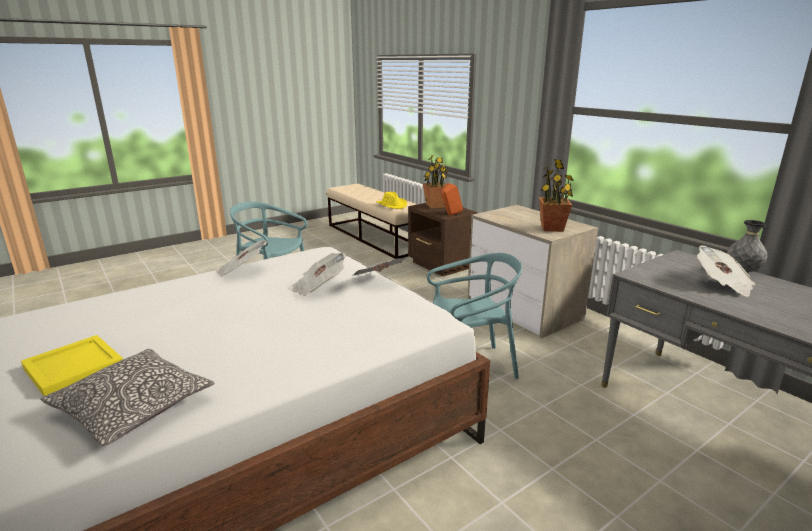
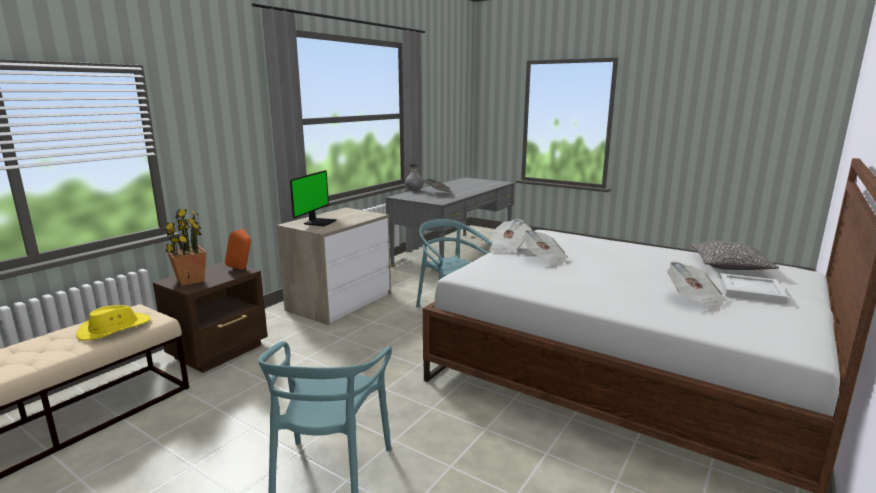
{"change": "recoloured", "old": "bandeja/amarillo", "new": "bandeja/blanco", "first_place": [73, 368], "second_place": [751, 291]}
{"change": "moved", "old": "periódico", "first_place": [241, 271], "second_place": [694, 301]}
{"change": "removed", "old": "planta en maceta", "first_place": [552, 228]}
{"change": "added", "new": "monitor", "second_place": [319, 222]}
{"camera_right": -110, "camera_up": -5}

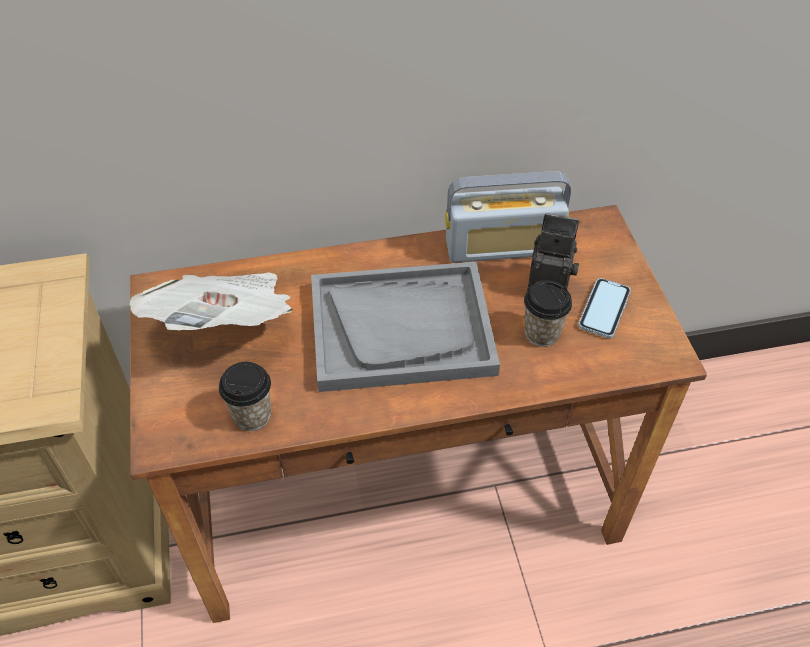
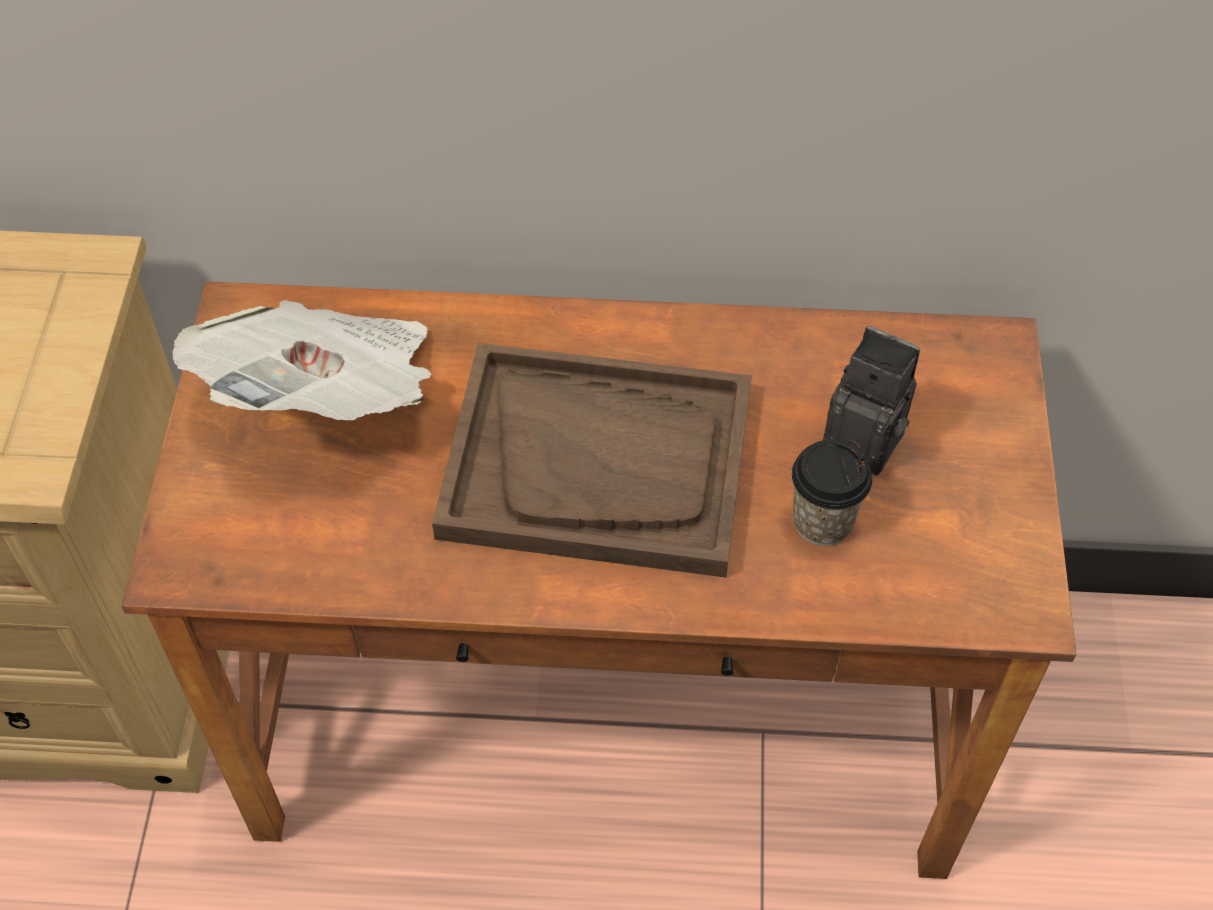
{"change": "removed", "old": "taza", "first_place": [252, 415]}
{"change": "recoloured", "old": "bandeja/gris", "new": "bandeja/marrón", "first_place": [402, 328], "second_place": [598, 463]}
{"change": "removed", "old": "radio", "first_place": [502, 247]}
{"change": "removed", "old": "móvil", "first_place": [604, 309]}
{"camera_right": 15, "camera_up": 5}

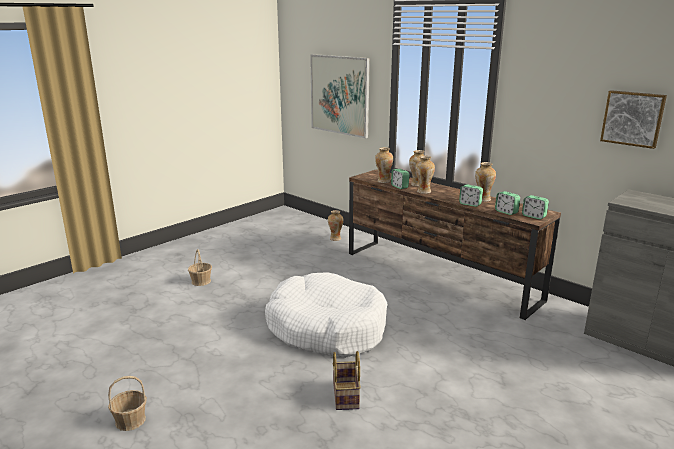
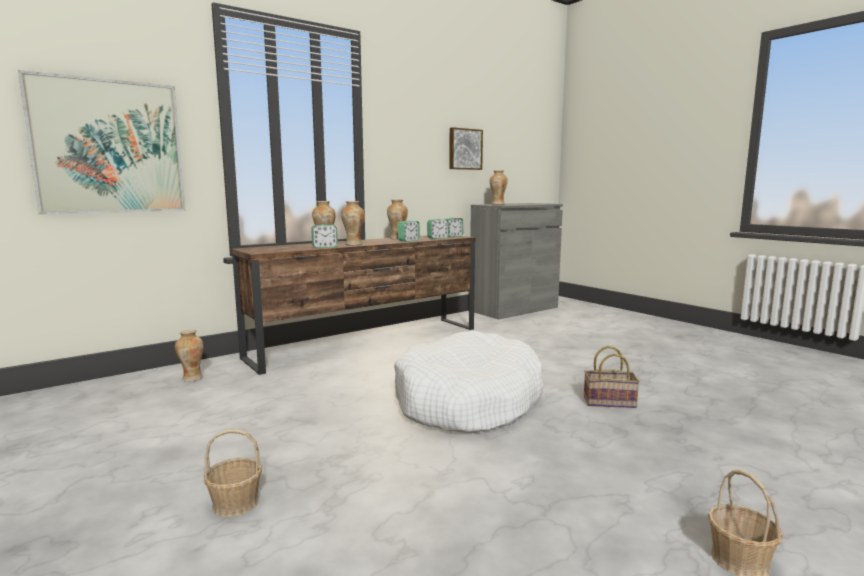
{"change": "moved", "old": "florero", "first_place": [383, 181], "second_place": [497, 204]}
{"camera_right": -80, "camera_up": -10}

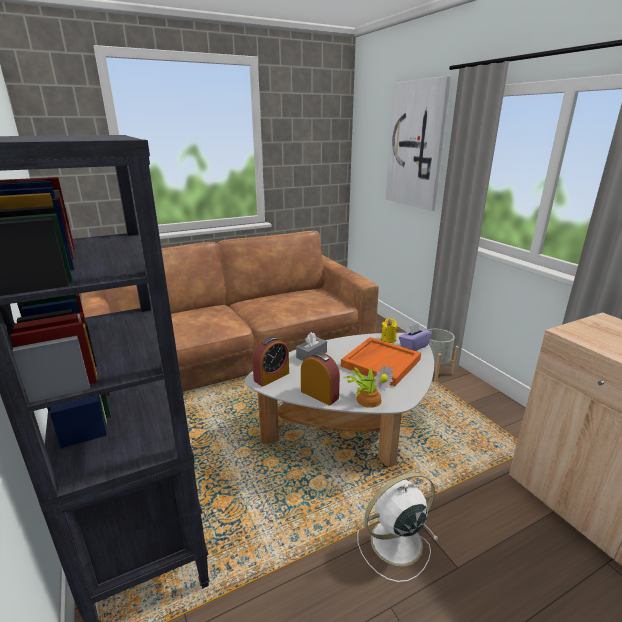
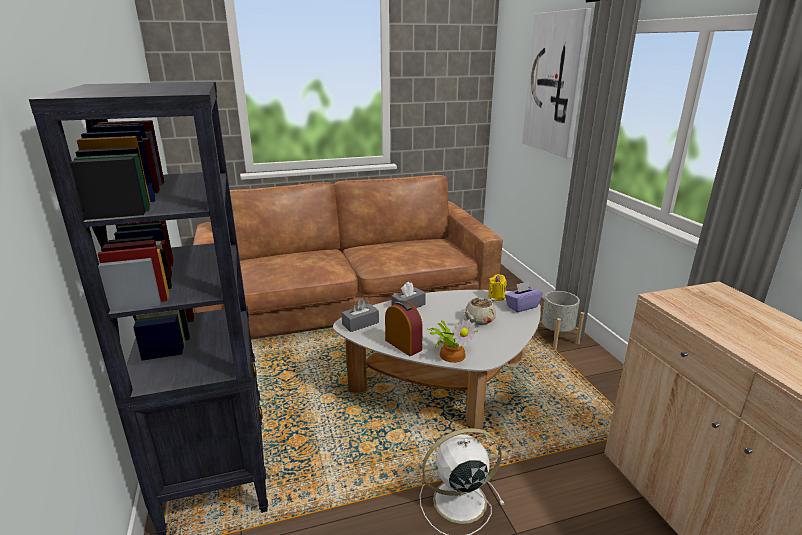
{"change": "replaced", "old": "despertador", "new": "caja de pañuelos/gris", "first_place": [271, 376], "second_place": [360, 323]}
{"change": "replaced", "old": "bandeja/naranja", "new": "tetera/beis", "first_place": [380, 362], "second_place": [479, 320]}
{"camera_right": 10, "camera_up": 0}

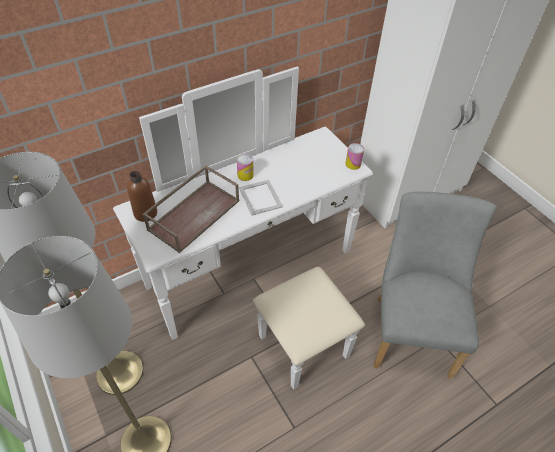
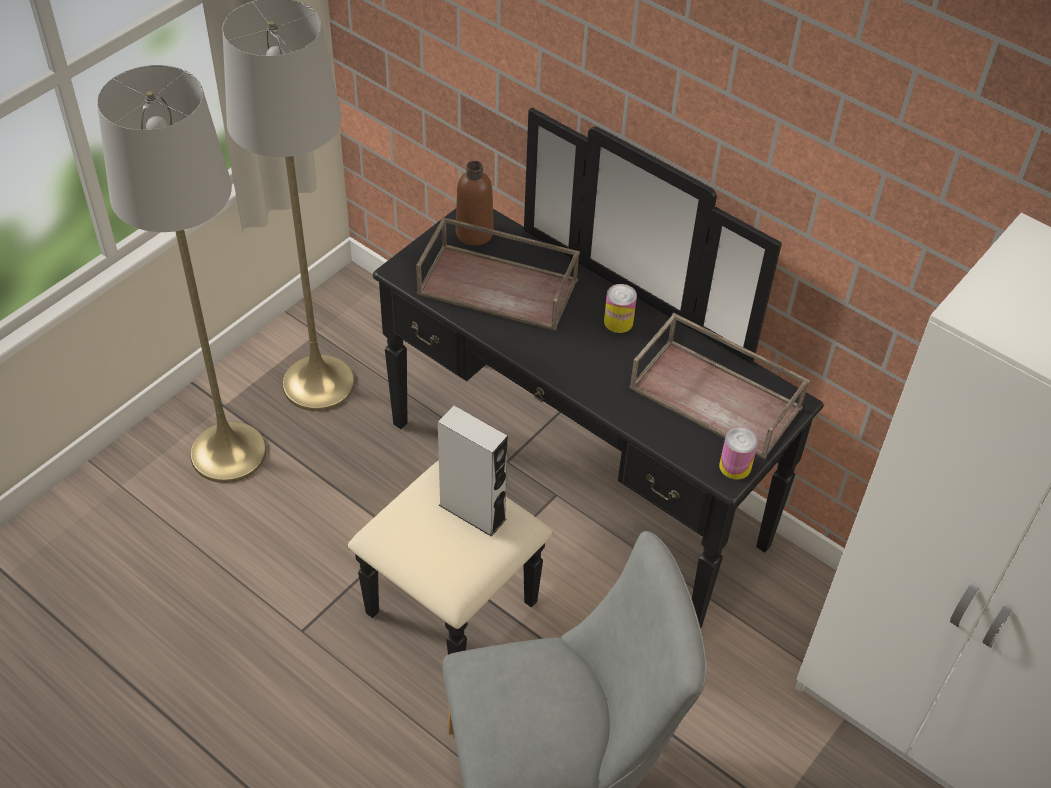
{"change": "recoloured", "old": "cómoda/blanco", "new": "cómoda/negro", "first_place": [262, 284], "second_place": [550, 511]}
{"change": "removed", "old": "portarretratos", "first_place": [260, 197]}
{"change": "added", "new": "altavoz/gris", "second_place": [472, 512]}
{"change": "added", "new": "bandeja/marrón", "second_place": [717, 398]}
{"camera_right": 70, "camera_up": 0}

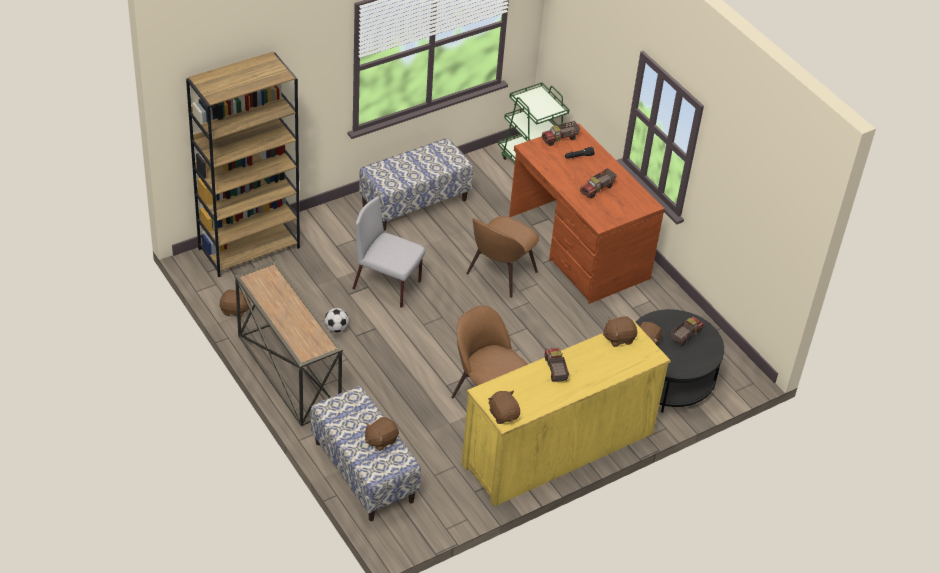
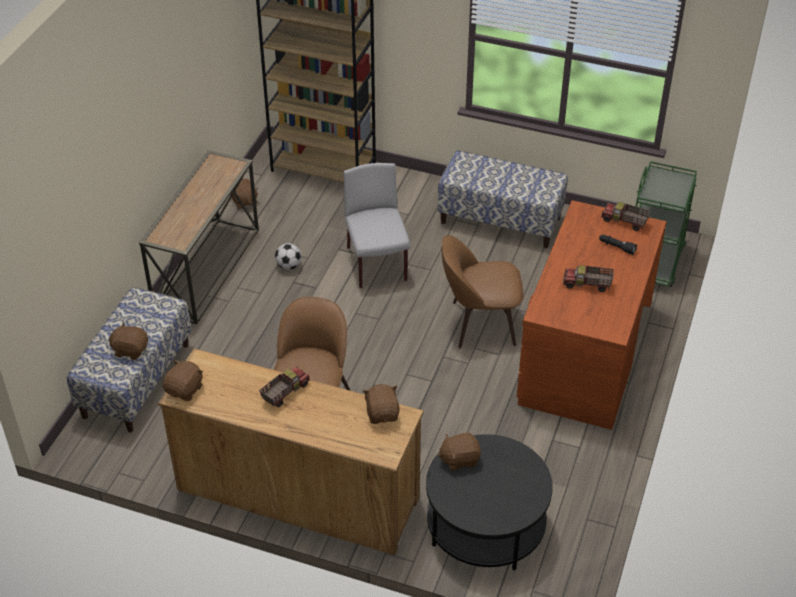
{"change": "recoloured", "old": "cómoda/amarillo", "new": "cómoda/marrón", "first_place": [558, 448], "second_place": [297, 493]}
{"change": "turned", "old": "peluche/marrón", "first_place": [618, 338], "second_place": [382, 413], "degrees": 45}
{"change": "removed", "old": "camión de juguete", "first_place": [685, 335]}
{"camera_right": 55, "camera_up": 0}

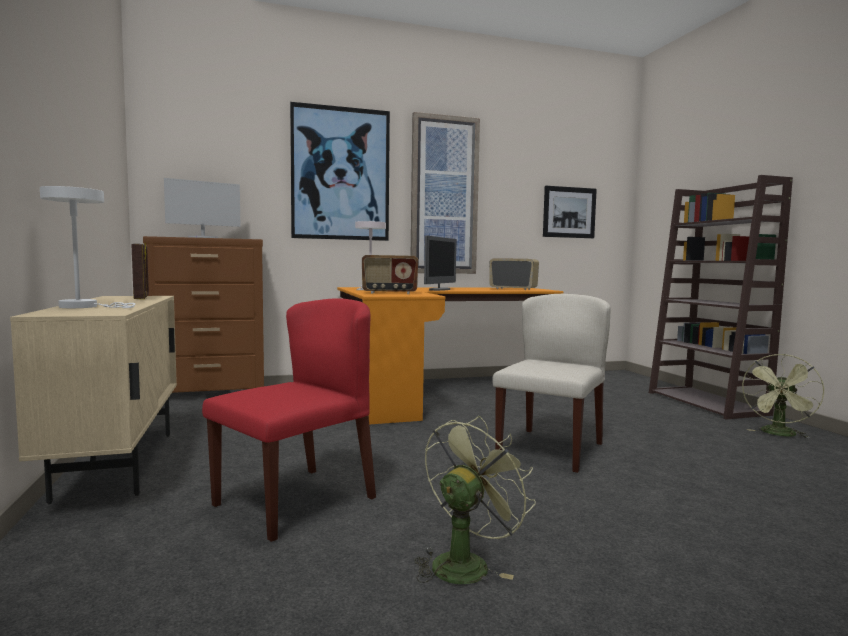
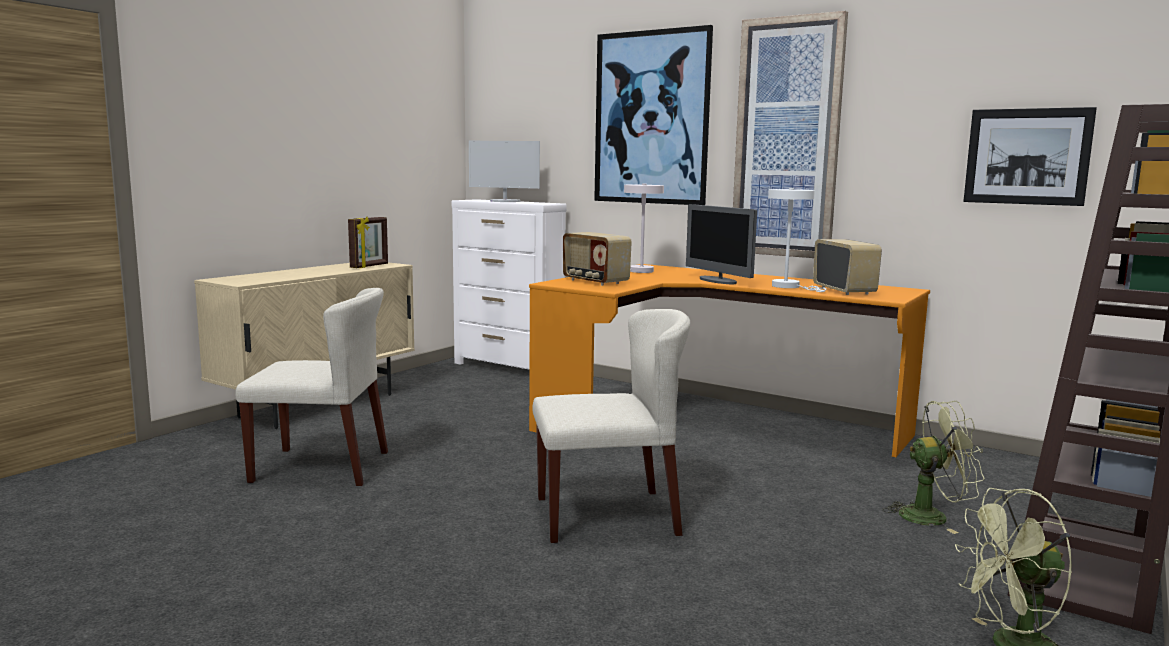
{"change": "moved", "old": "lámpara de mesa/blanco", "first_place": [85, 307], "second_place": [790, 287]}
{"change": "recoloured", "old": "cómoda/marrón", "new": "cómoda/blanco", "first_place": [211, 394], "second_place": [508, 368]}
{"change": "recoloured", "old": "silla/rojo", "new": "silla/beis", "first_place": [296, 500], "second_place": [322, 466]}
{"change": "moved", "old": "ventilador/verde", "first_place": [465, 562], "second_place": [932, 516]}
{"change": "turned", "old": "monitor", "first_place": [440, 289], "second_place": [718, 281], "degrees": 75}
{"camera_right": 50, "camera_up": 5}

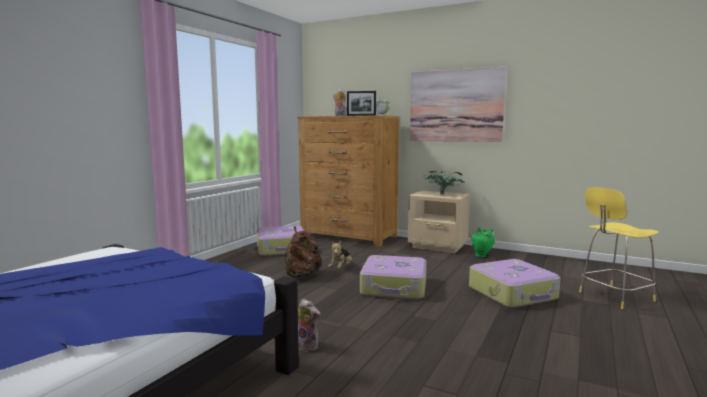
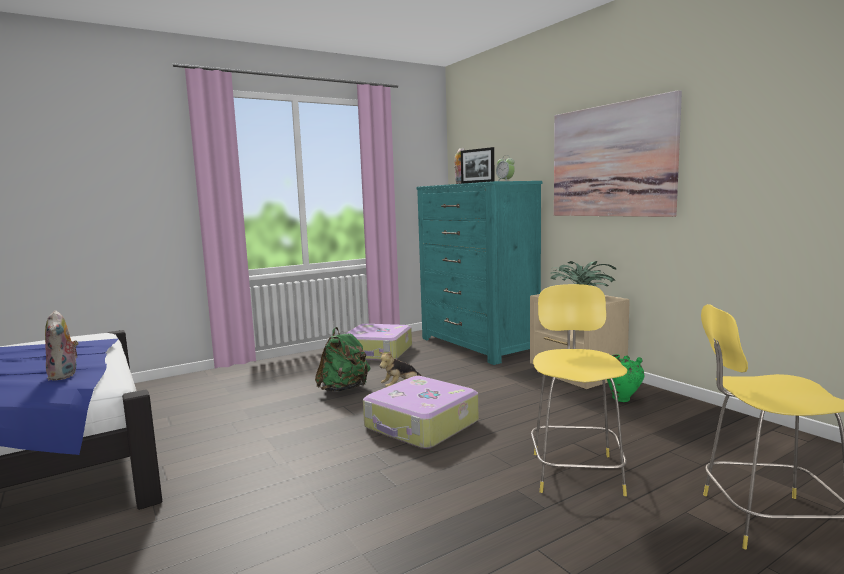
{"change": "recoloured", "old": "mochila/marrón", "new": "mochila/verde", "first_place": [302, 275], "second_place": [344, 389]}
{"change": "recoloured", "old": "cómoda/marrón", "new": "cómoda/turquesa", "first_place": [348, 236], "second_place": [477, 345]}
{"change": "moved", "old": "peluche", "first_place": [309, 346], "second_place": [65, 375]}
{"change": "replaced", "old": "maleta", "new": "taburete/amarillo", "first_place": [513, 293], "second_place": [576, 471]}
{"camera_right": 30, "camera_up": 0}

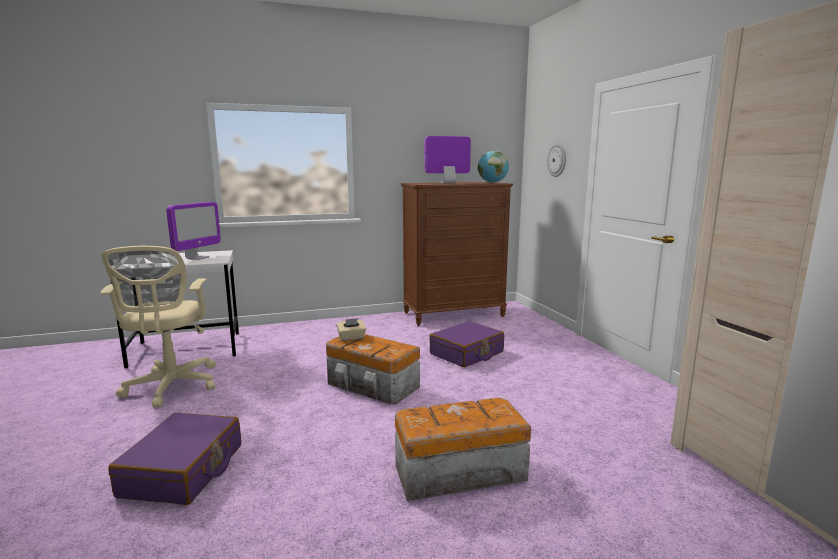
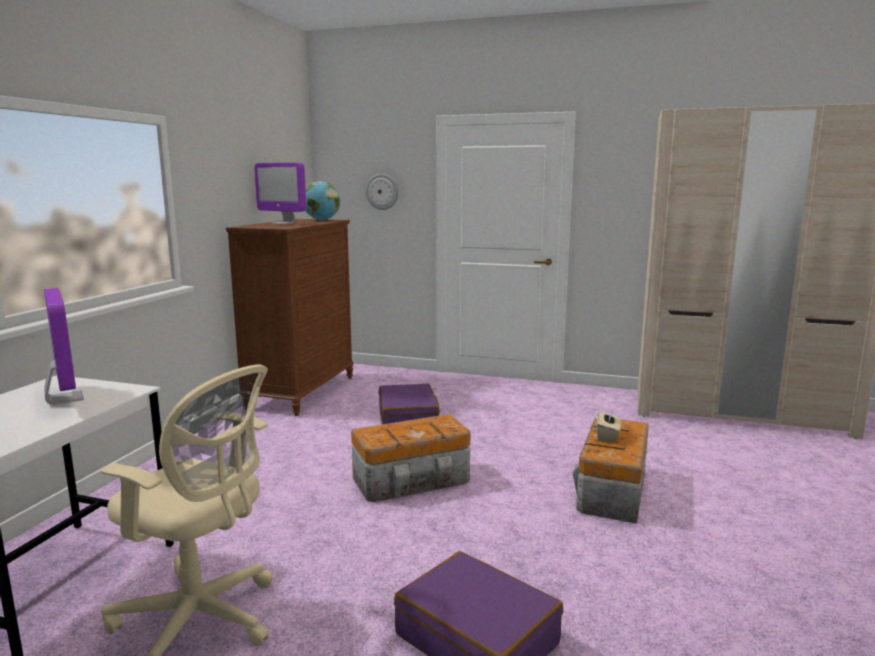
{"change": "moved", "old": "caja de pañuelos/beis", "first_place": [351, 338], "second_place": [607, 436]}
{"change": "turned", "old": "monitor", "first_place": [447, 183], "second_place": [283, 223], "degrees": -75}
{"camera_right": -55, "camera_up": 0}

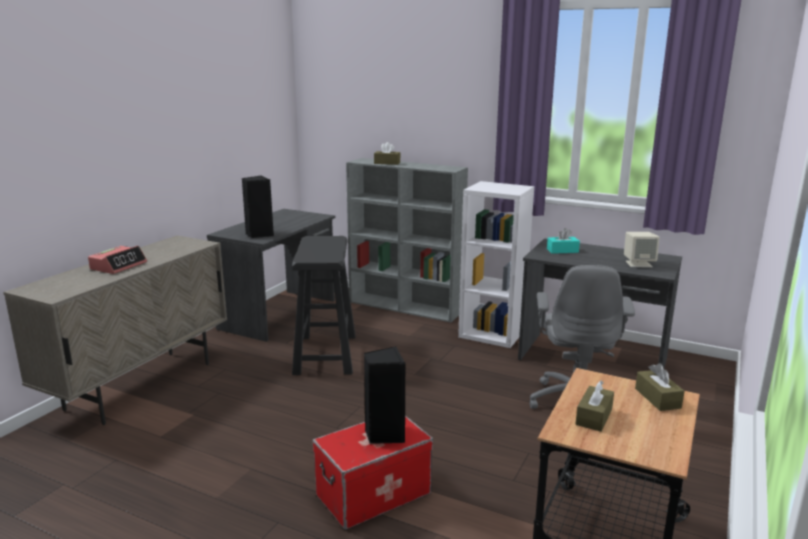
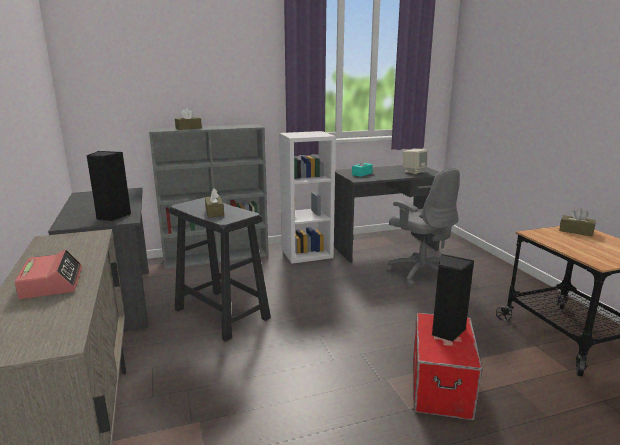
{"change": "moved", "old": "caja de pañuelos/marrón", "first_place": [594, 417], "second_place": [214, 212]}
{"camera_right": -45, "camera_up": 0}

